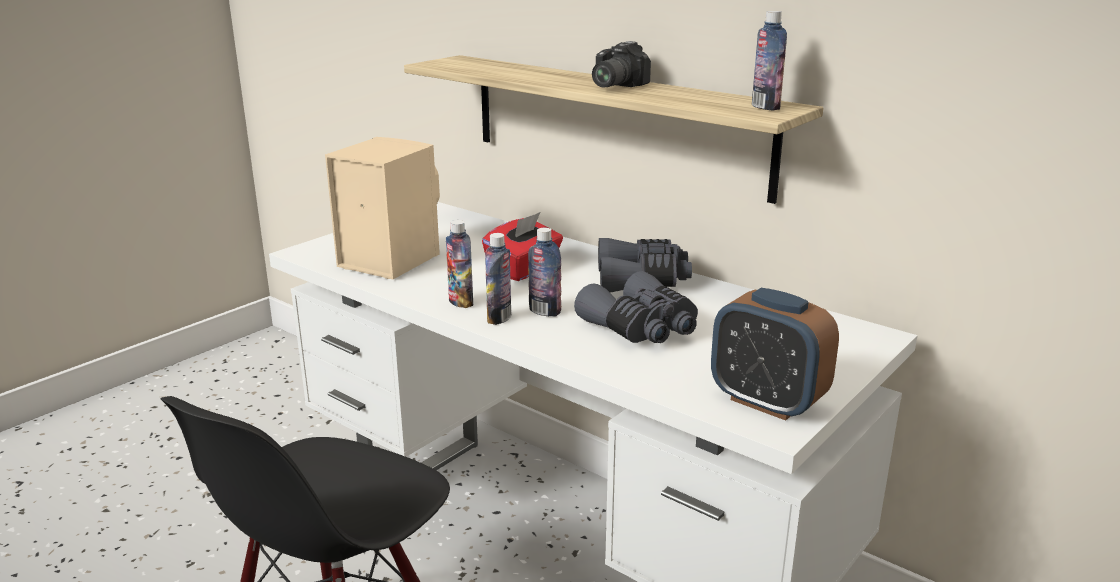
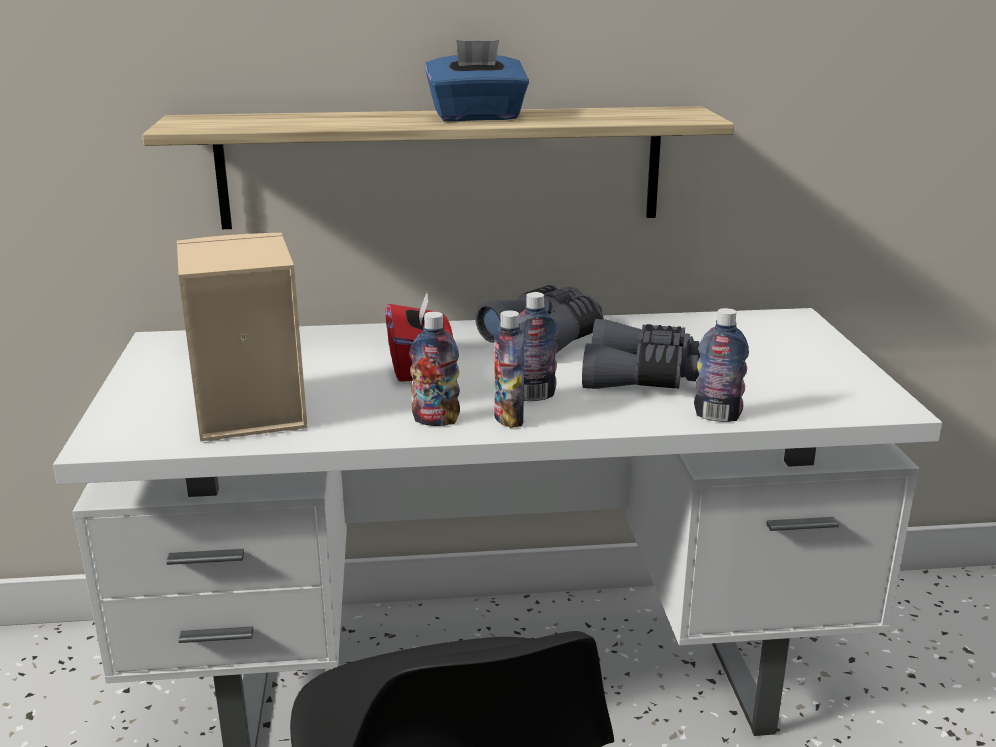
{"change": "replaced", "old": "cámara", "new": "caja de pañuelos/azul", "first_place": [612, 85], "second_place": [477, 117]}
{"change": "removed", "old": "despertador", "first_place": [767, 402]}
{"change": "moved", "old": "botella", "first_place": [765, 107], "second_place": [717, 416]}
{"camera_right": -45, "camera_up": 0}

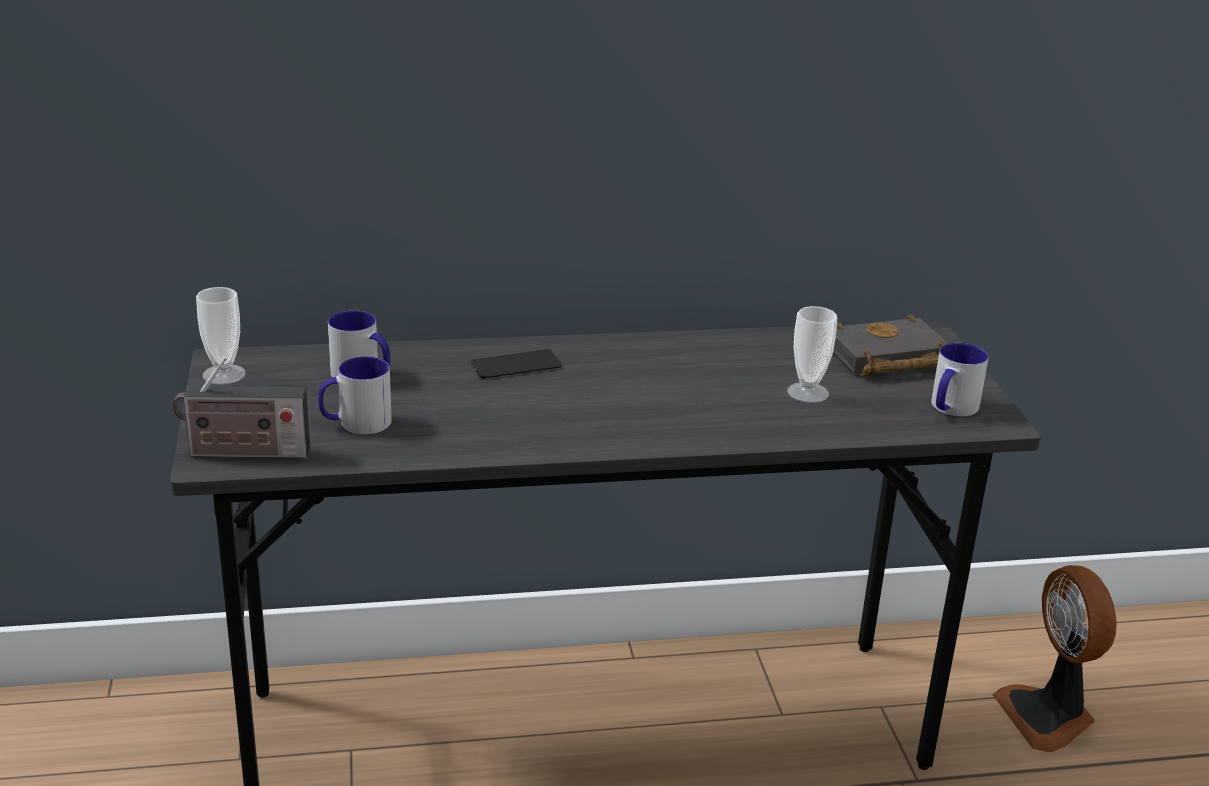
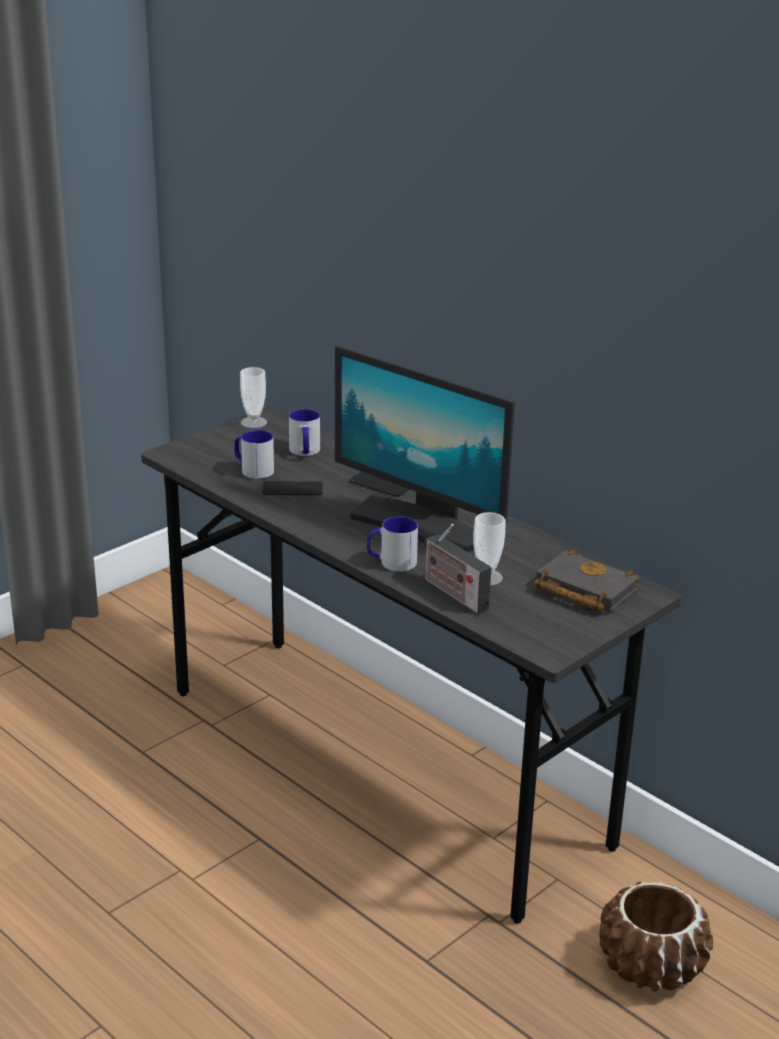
{"change": "moved", "old": "radio", "first_place": [243, 453], "second_place": [452, 593]}
{"change": "moved", "old": "taza grande", "first_place": [950, 409], "second_place": [391, 562]}
{"change": "replaced", "old": "ventilador", "new": "maceta/marrón", "first_place": [1048, 716], "second_place": [651, 966]}
{"change": "added", "new": "móvil", "second_place": [292, 489]}
{"change": "added", "new": "monitor", "second_place": [419, 526]}
{"camera_right": 55, "camera_up": 0}

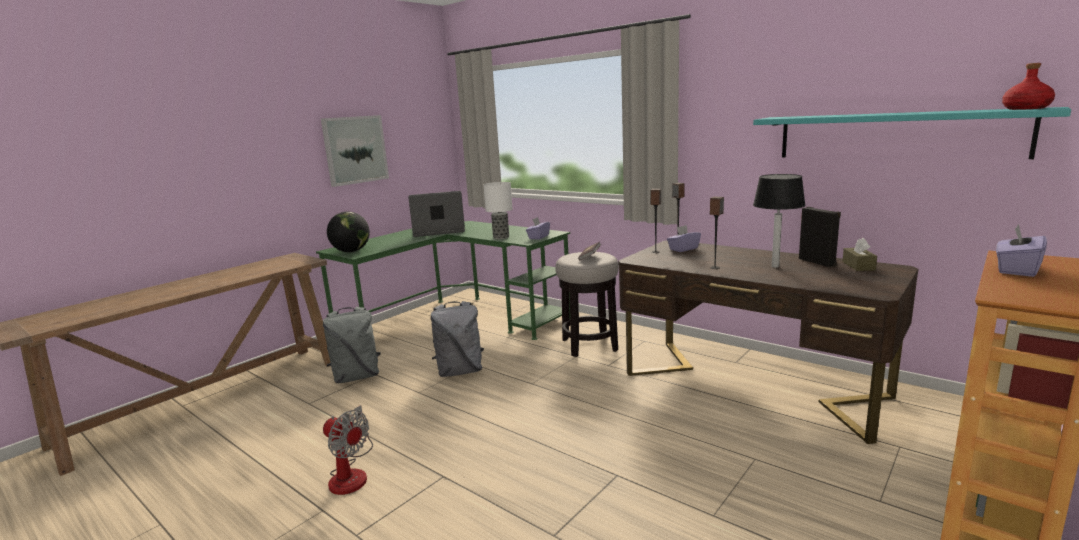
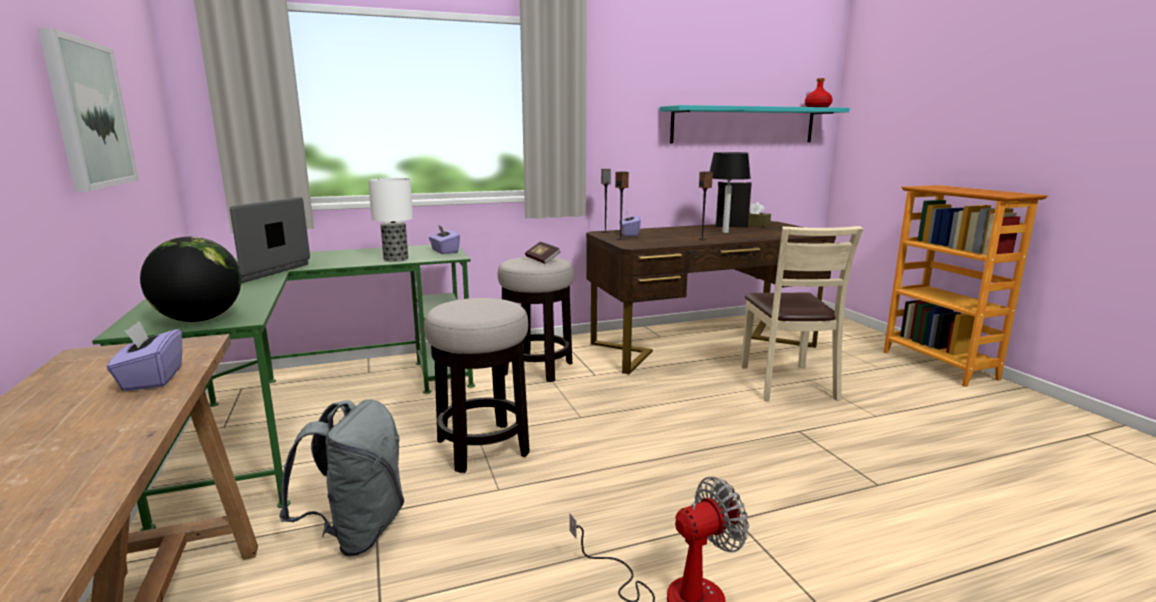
{"change": "replaced", "old": "mochila/gris", "new": "taburete", "first_place": [460, 371], "second_place": [482, 447]}
{"change": "moved", "old": "caja de pañuelos/morado", "first_place": [1016, 270], "second_place": [152, 379]}
{"change": "added", "new": "silla/beis", "second_place": [787, 383]}
{"camera_right": -60, "camera_up": 0}

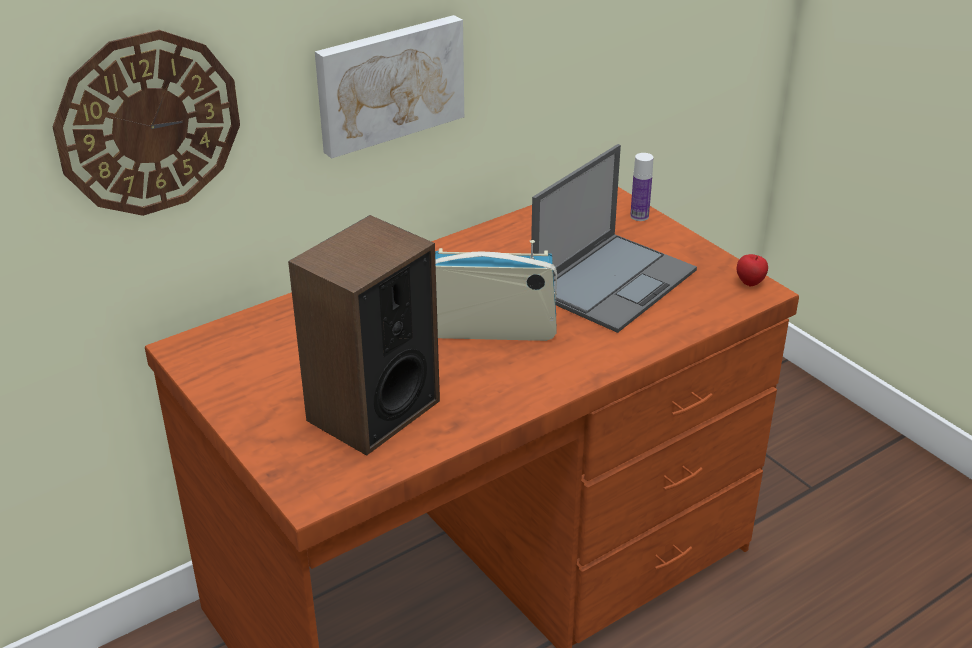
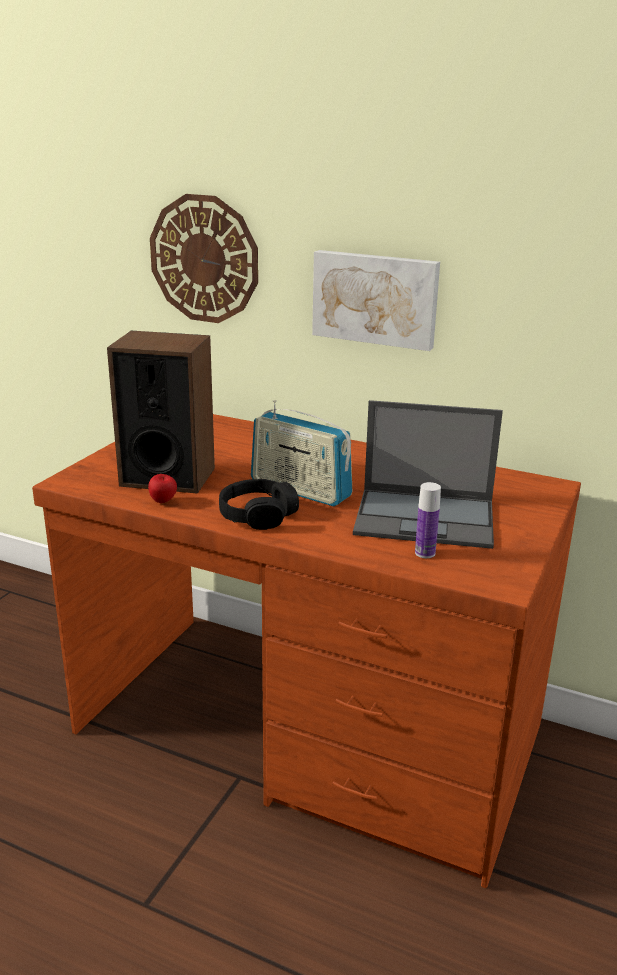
{"change": "turned", "old": "radio", "first_place": [492, 331], "second_place": [300, 490], "degrees": 150}
{"change": "moved", "old": "botella", "first_place": [639, 216], "second_place": [425, 553]}
{"change": "moved", "old": "manzana", "first_place": [750, 283], "second_place": [163, 502]}
{"change": "added", "new": "auriculares/negro", "second_place": [258, 514]}
{"camera_right": 60, "camera_up": -10}

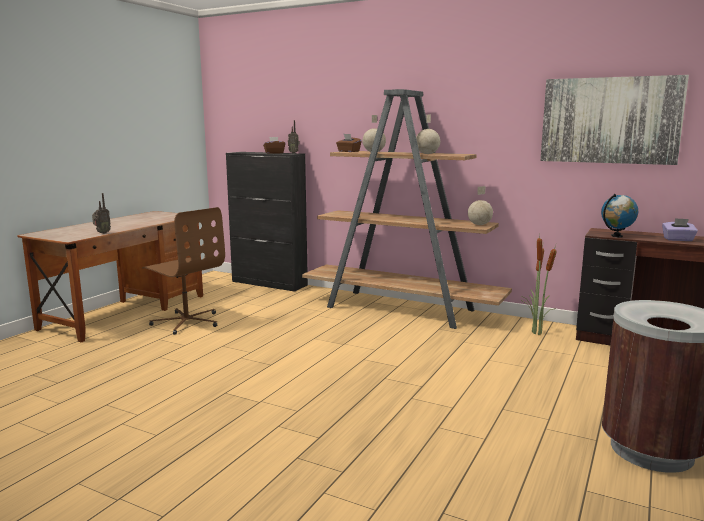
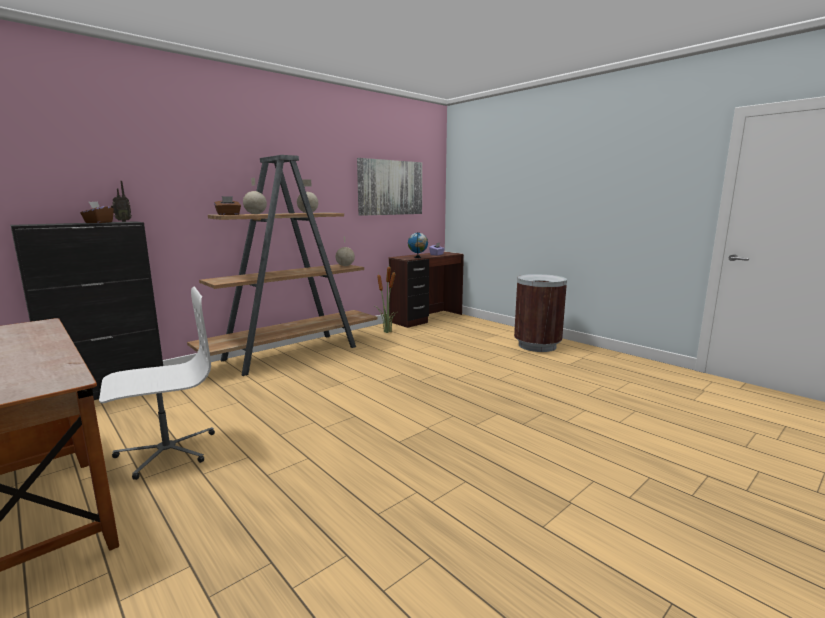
{"change": "removed", "old": "radio", "first_place": [102, 233]}
{"change": "recoloured", "old": "silla de oficina/marrón", "new": "silla de oficina/blanco", "first_place": [187, 322], "second_place": [166, 451]}
{"camera_right": -70, "camera_up": 0}

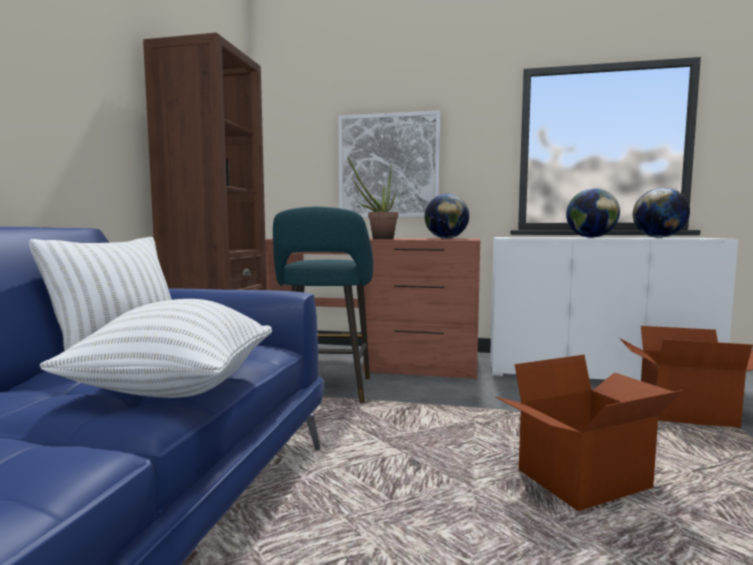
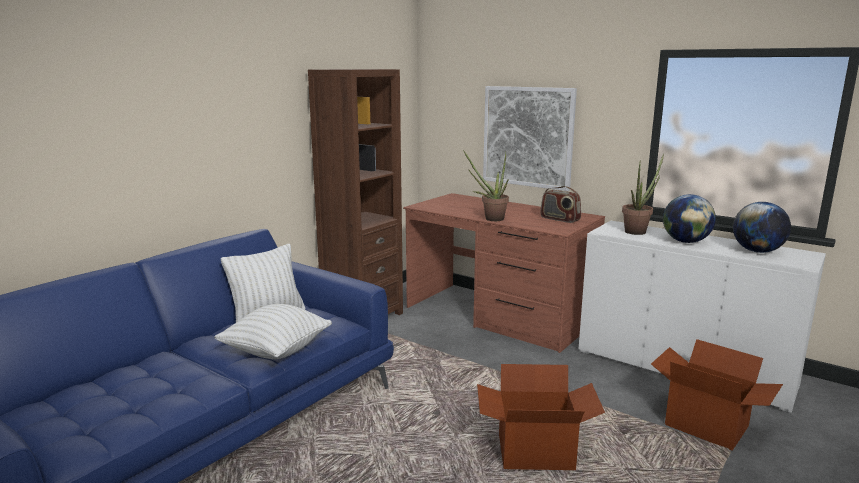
{"change": "removed", "old": "taburete/turquesa", "first_place": [326, 391]}
{"change": "replaced", "old": "globo terráqueo", "new": "radio", "first_place": [446, 238], "second_place": [559, 219]}
{"change": "added", "new": "planta en maceta", "second_place": [638, 231]}
{"camera_right": 25, "camera_up": 10}

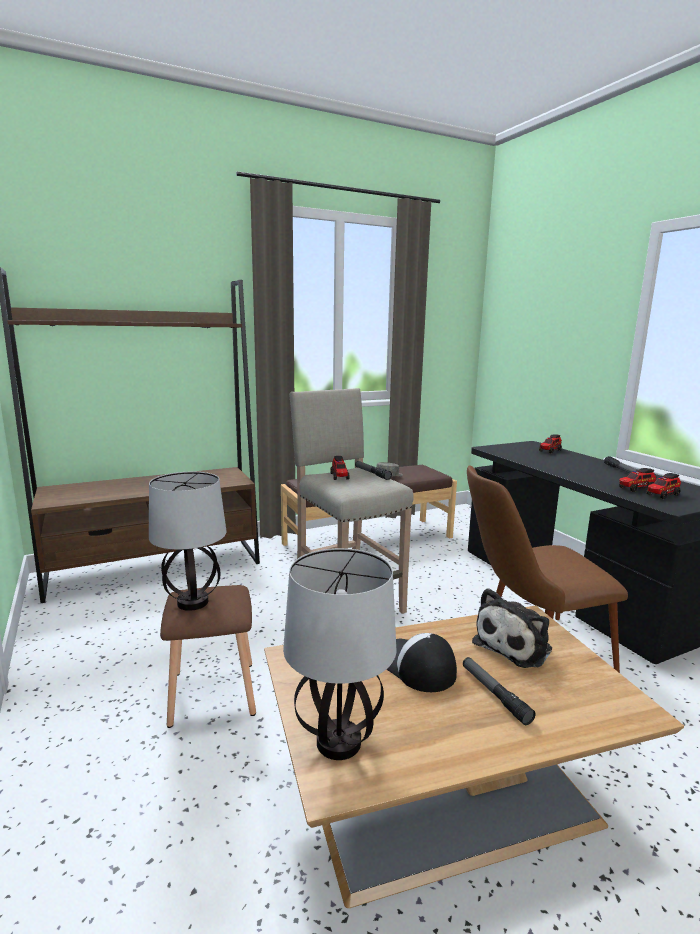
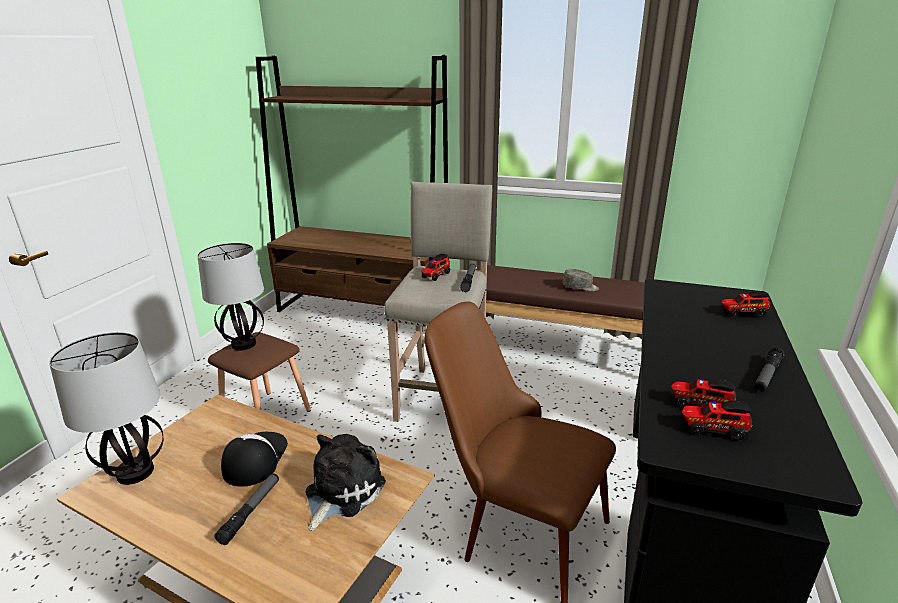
{"change": "turned", "old": "peluche", "first_place": [515, 645], "second_place": [341, 491], "degrees": 120}
{"camera_right": 45, "camera_up": 10}

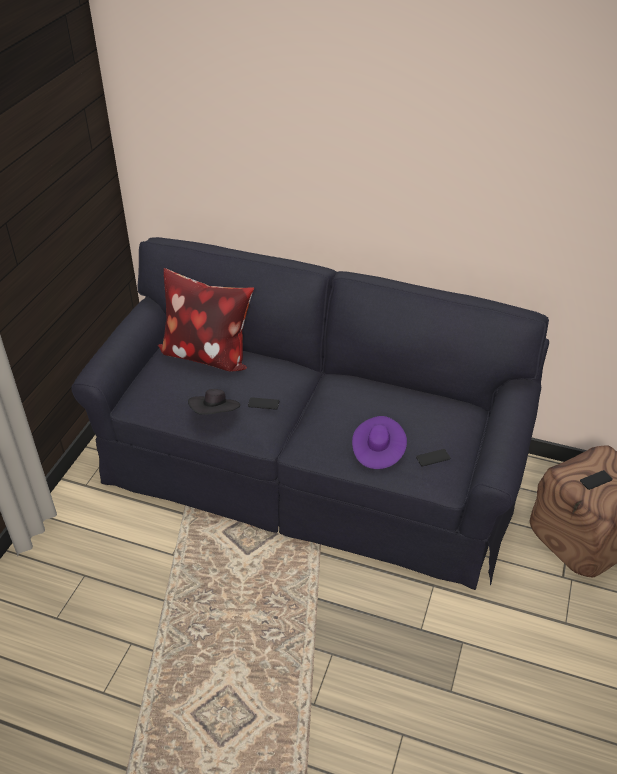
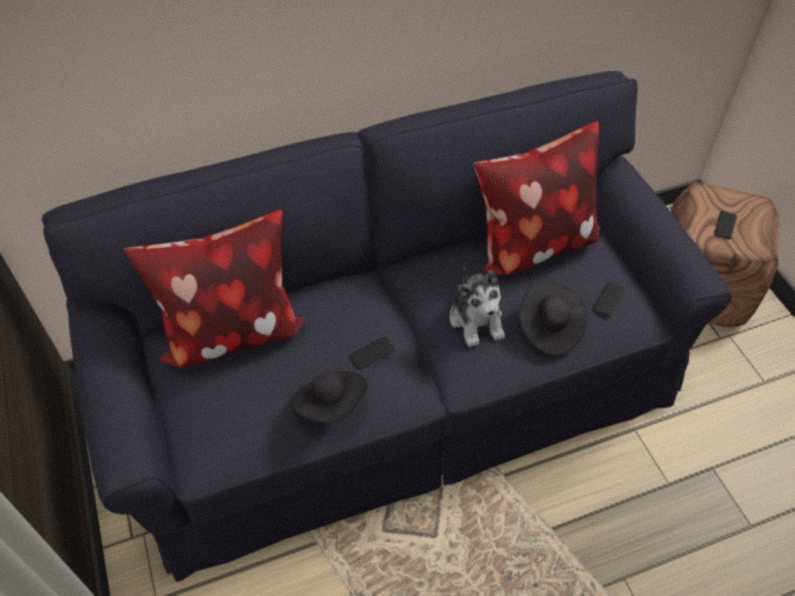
{"change": "recoloured", "old": "sombrero/morado", "new": "sombrero/negro", "first_place": [378, 451], "second_place": [549, 328]}
{"change": "added", "new": "peluche", "second_place": [476, 319]}
{"change": "added", "new": "cojín", "second_place": [532, 243]}
{"camera_right": -40, "camera_up": 10}

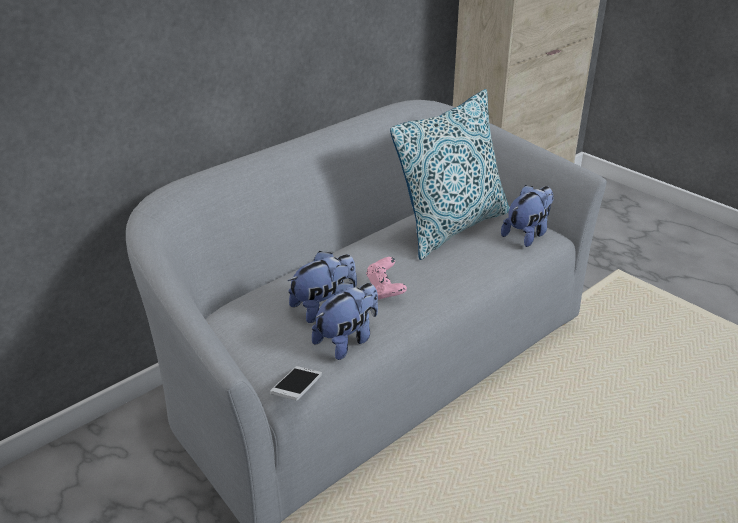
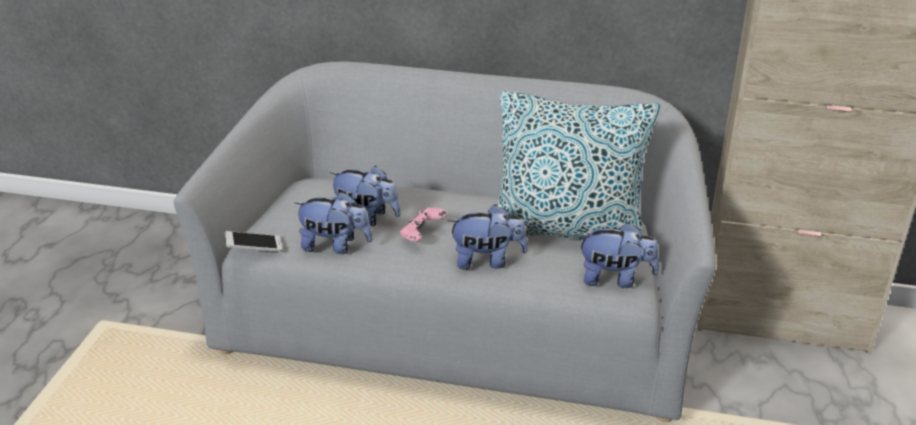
{"change": "added", "new": "peluche", "second_place": [487, 261]}
{"camera_right": 55, "camera_up": 0}

